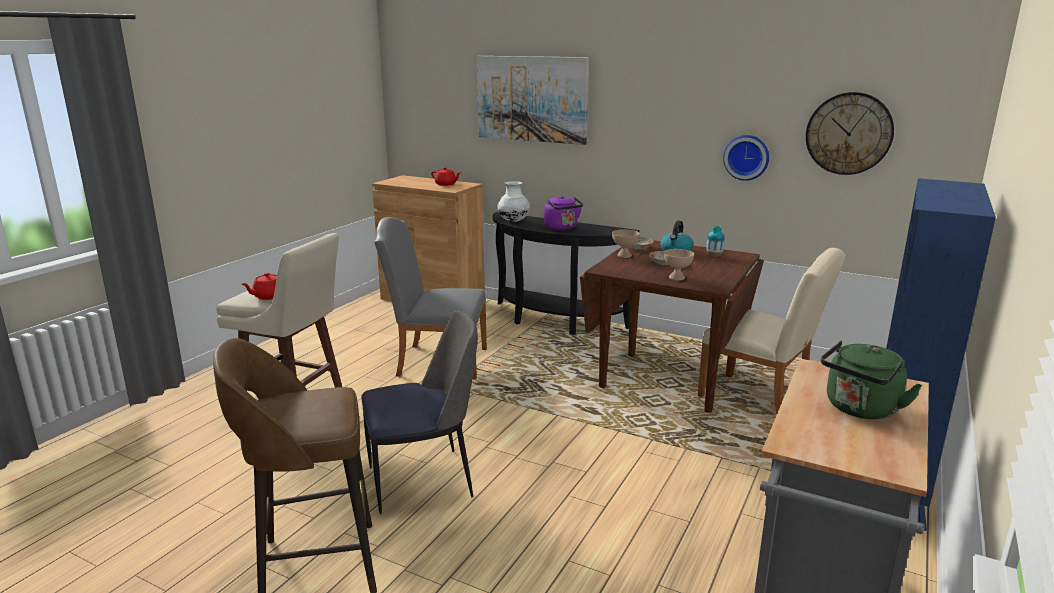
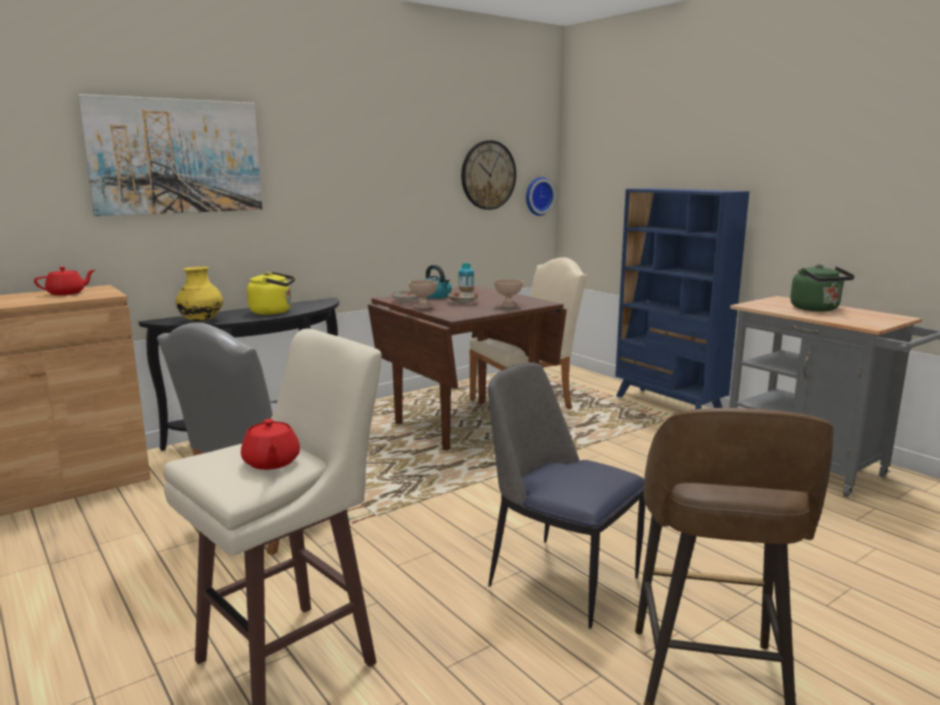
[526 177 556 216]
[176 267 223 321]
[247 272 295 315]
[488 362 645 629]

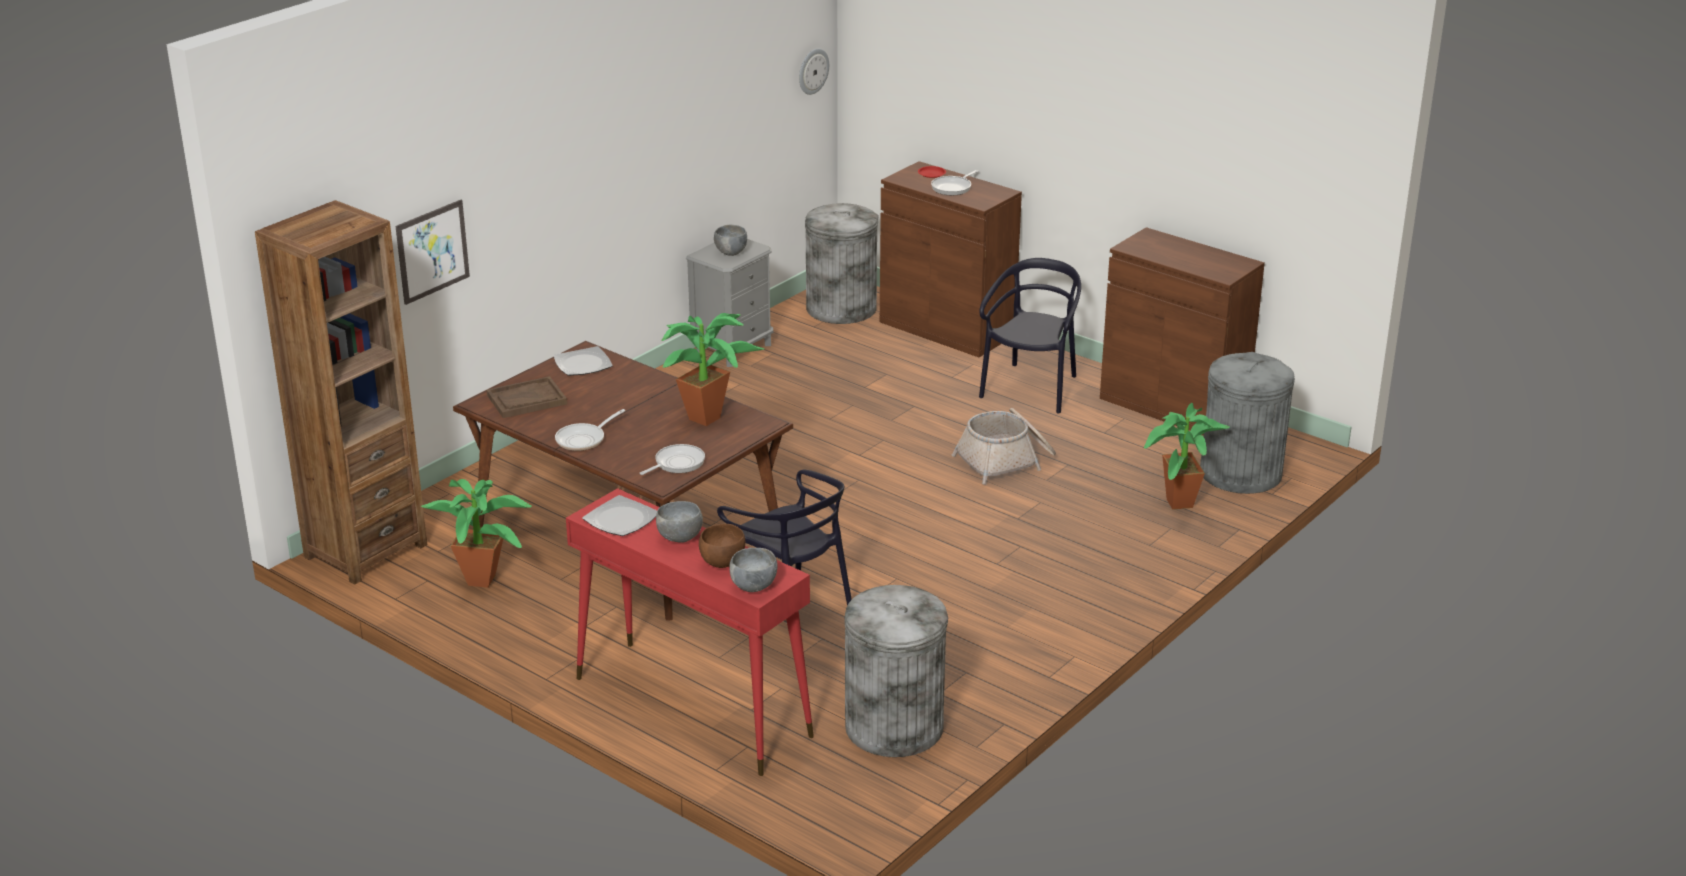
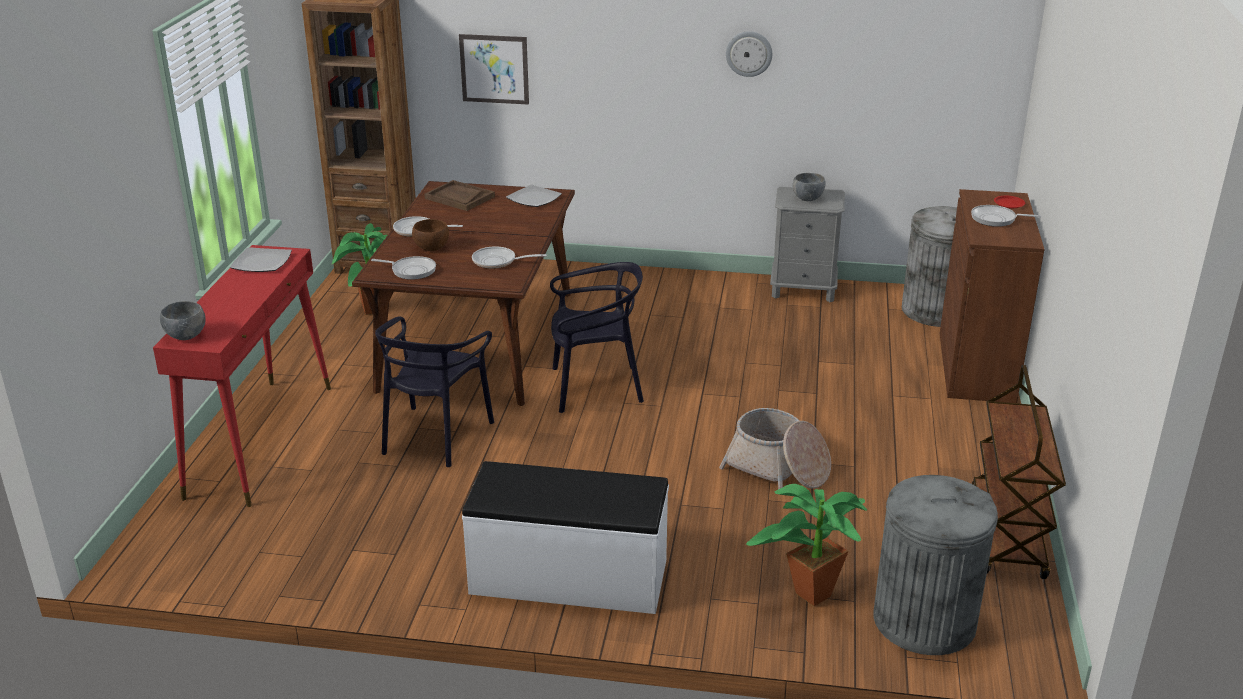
[656 501 703 543] (first image)
[844 585 949 757] (first image)
[462 461 669 614]
[412 219 449 251]
[726 31 772 77]
[550 262 644 413]
[472 246 547 269]
[972 365 1066 579]

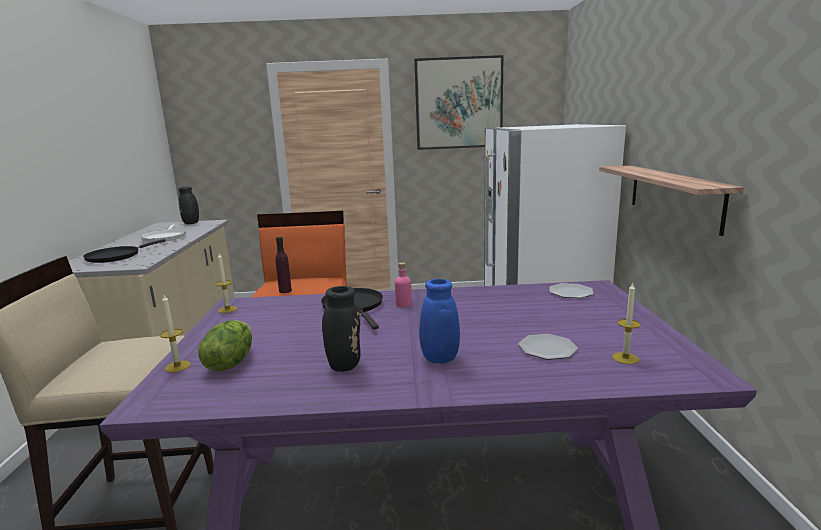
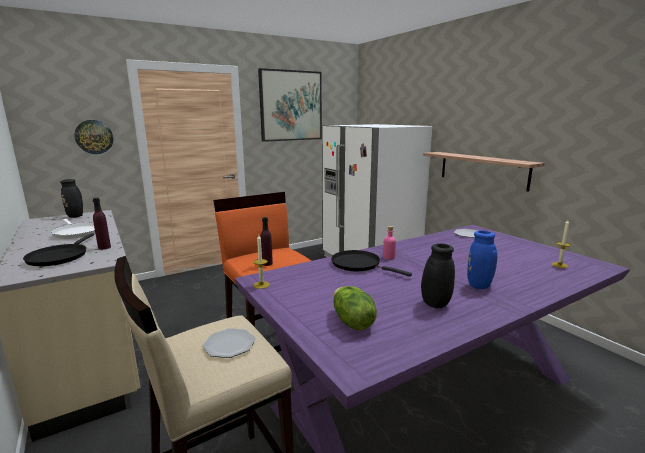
[160 295 191 373] (first image)
[74 120 113 154]
[93 198 111 250]
[203 328 256 358]

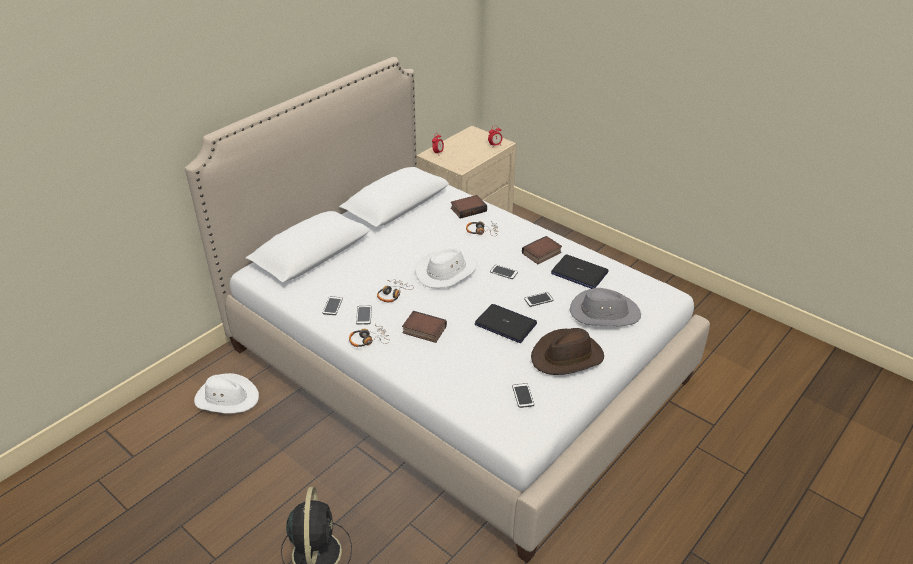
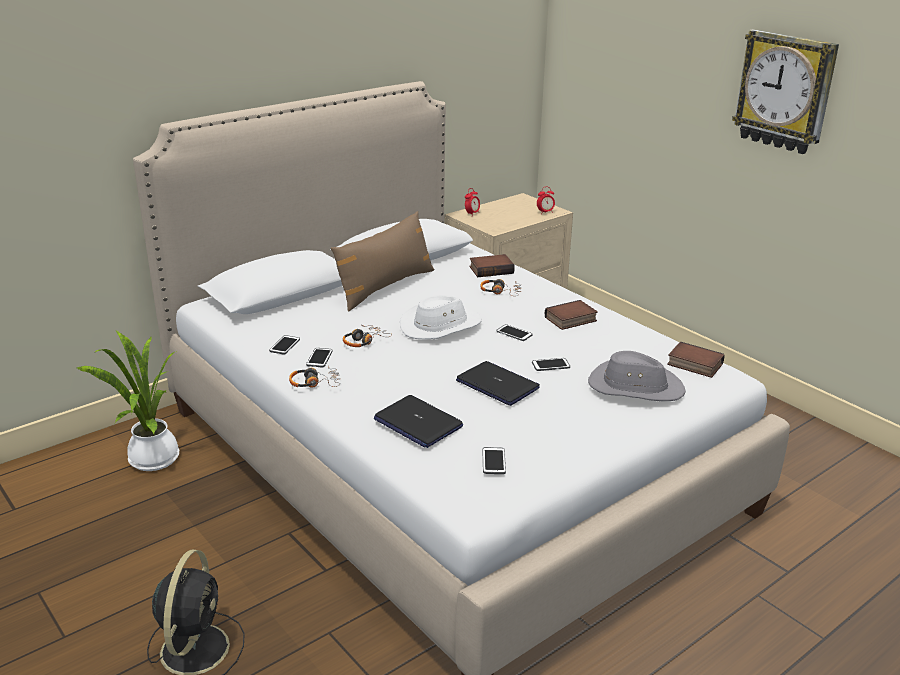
[531 328 604 375] (first image)
[331 211 435 312]
[732 29 839 154]
[667 342 724 378]
[374 395 463 448]
[77 331 179 471]

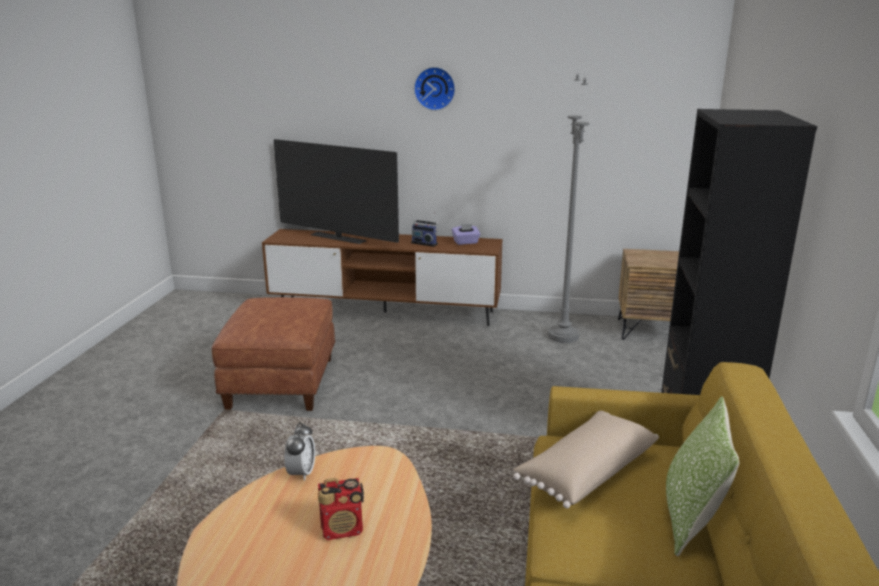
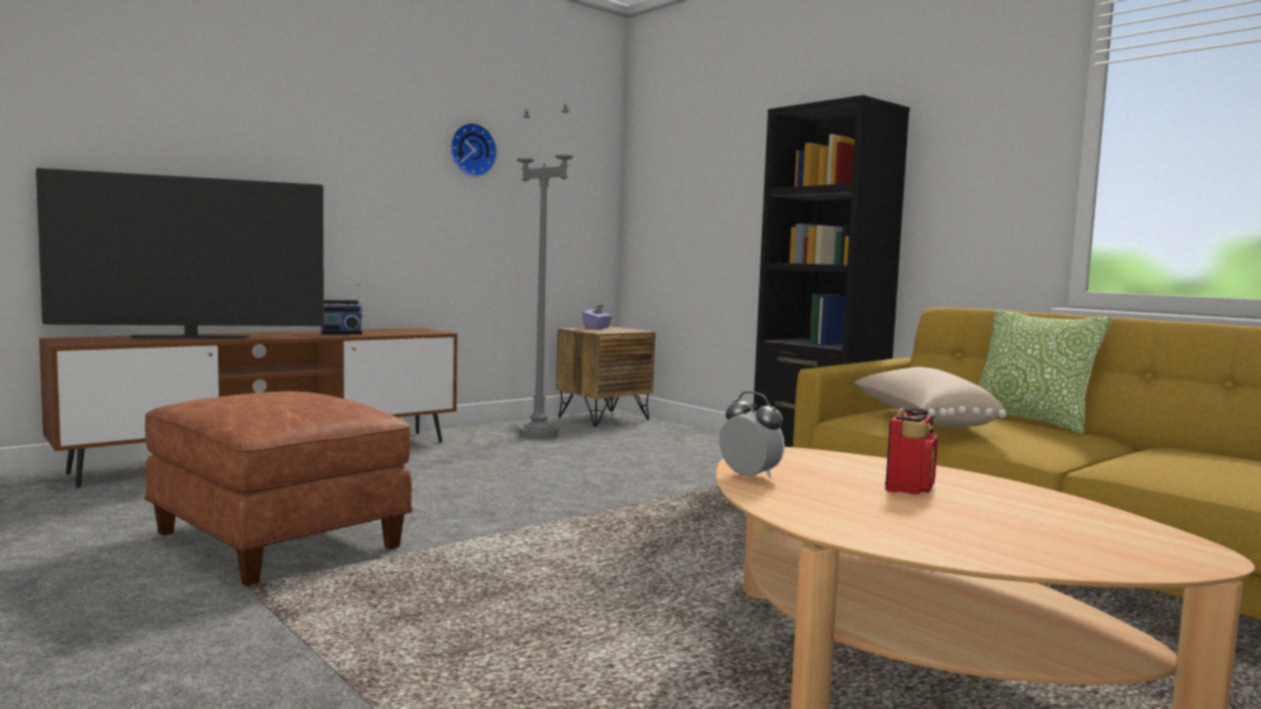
[450 123 497 177]
[582 305 612 329]

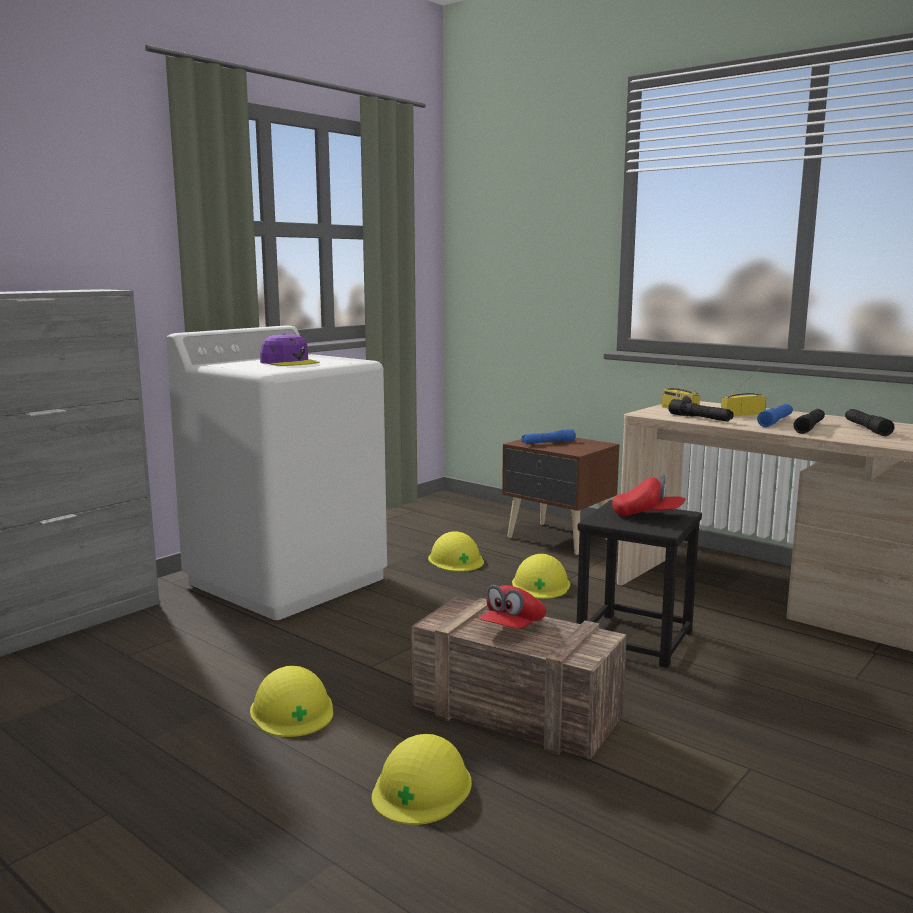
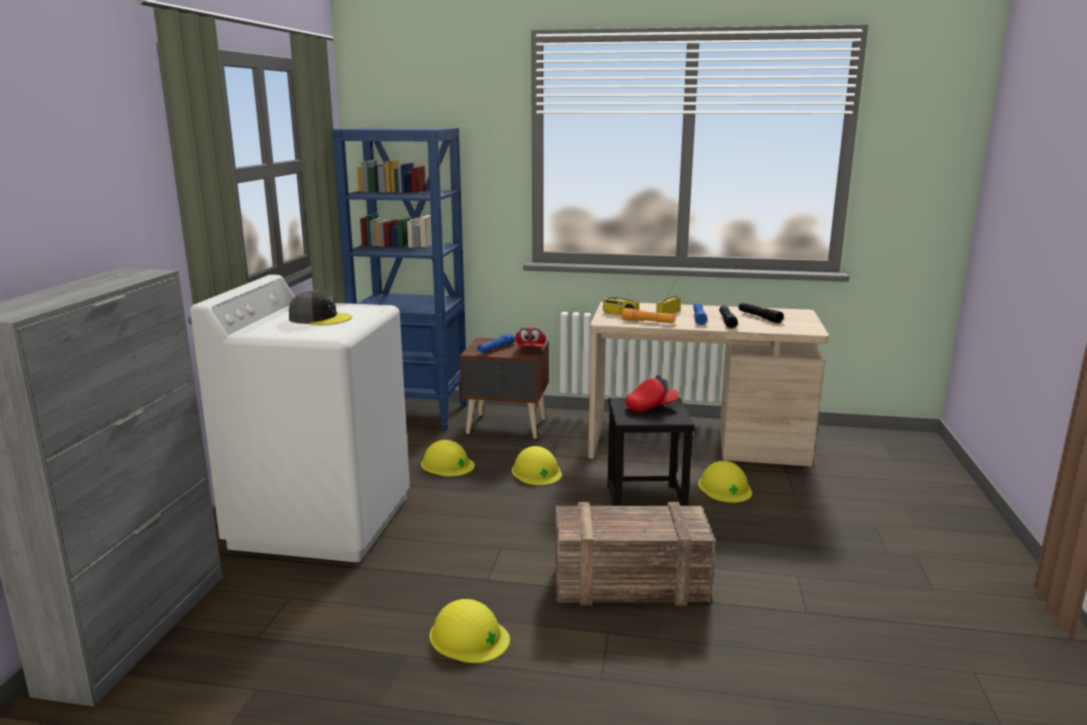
[332 128 467 431]
[698 461 752 503]
[515 328 546 347]
[289 290 352 325]
[622 308 676 323]

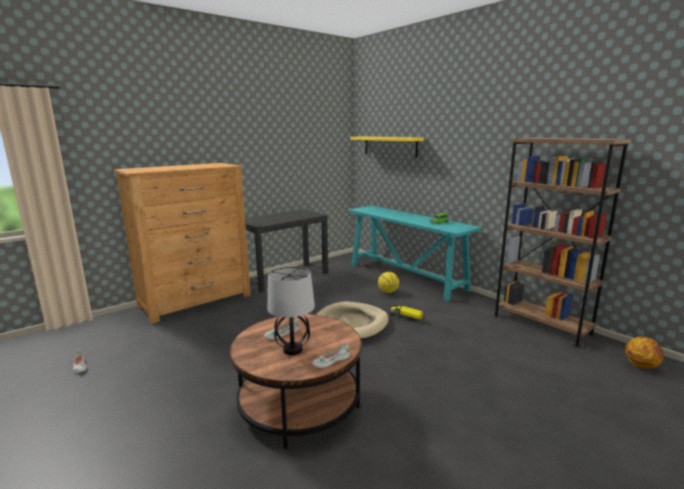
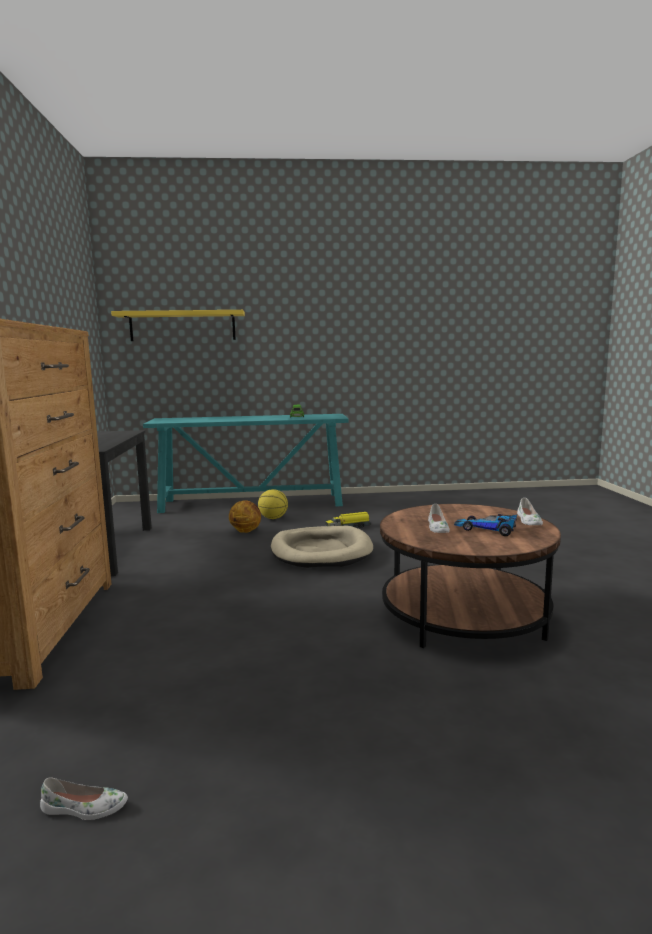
[494 138 632 348] (first image)
[229 500 261 533]
[454 514 517 536]

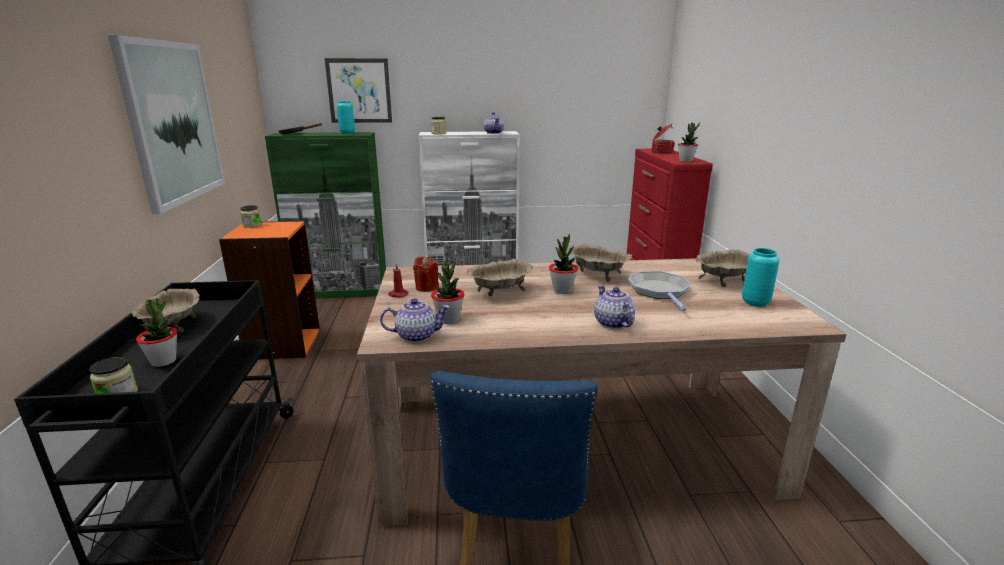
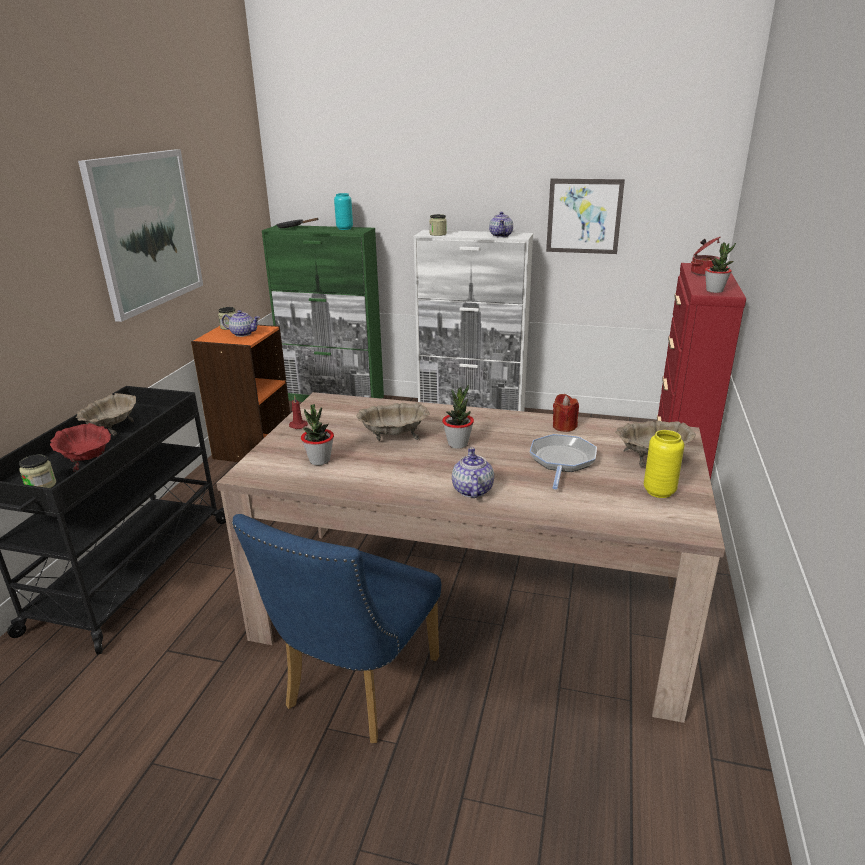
[569 244 632 282] (first image)
[546 179 625 254]
[222 310 260 337]
[553 394 579 432]
[50 423 111 472]
[644 430 684 498]

